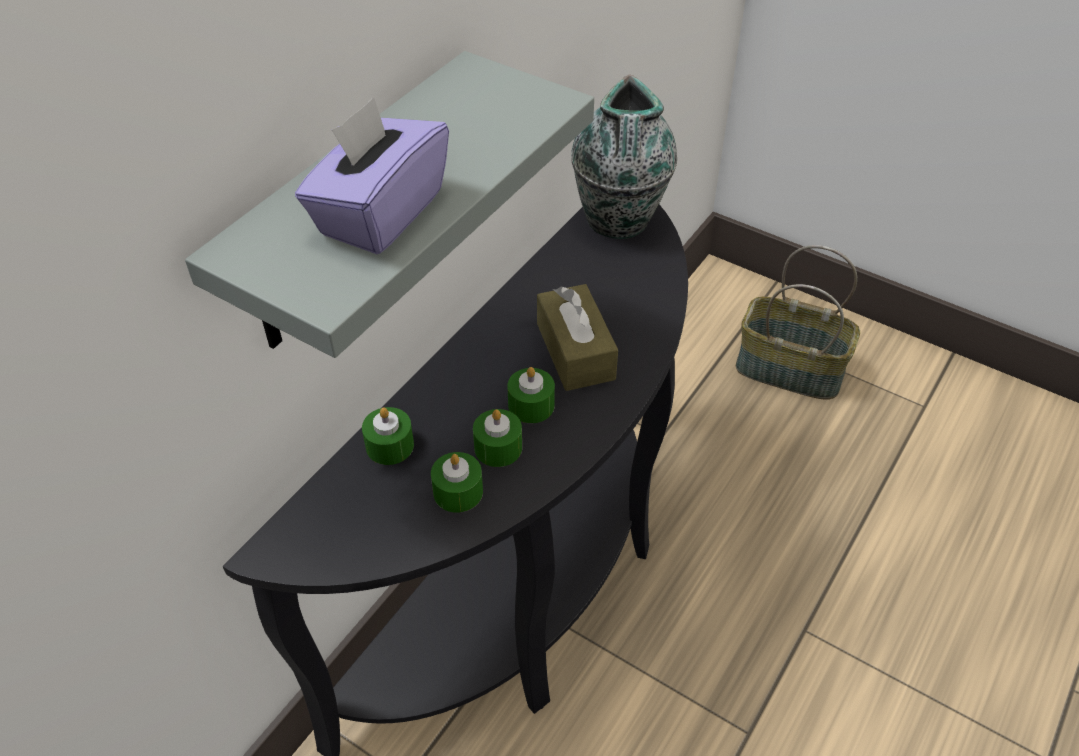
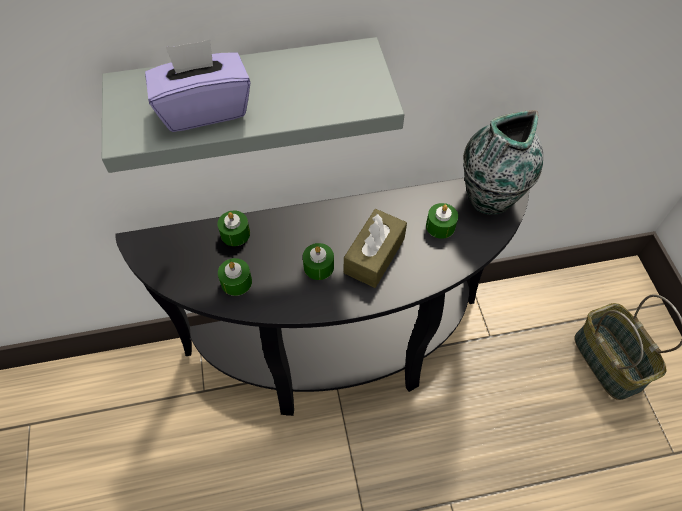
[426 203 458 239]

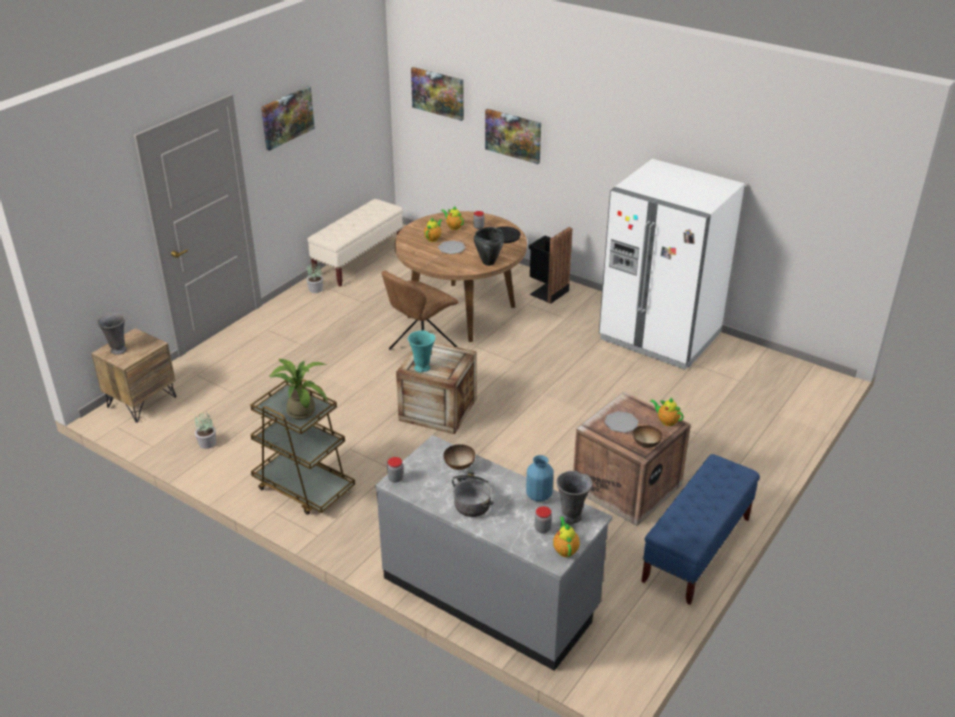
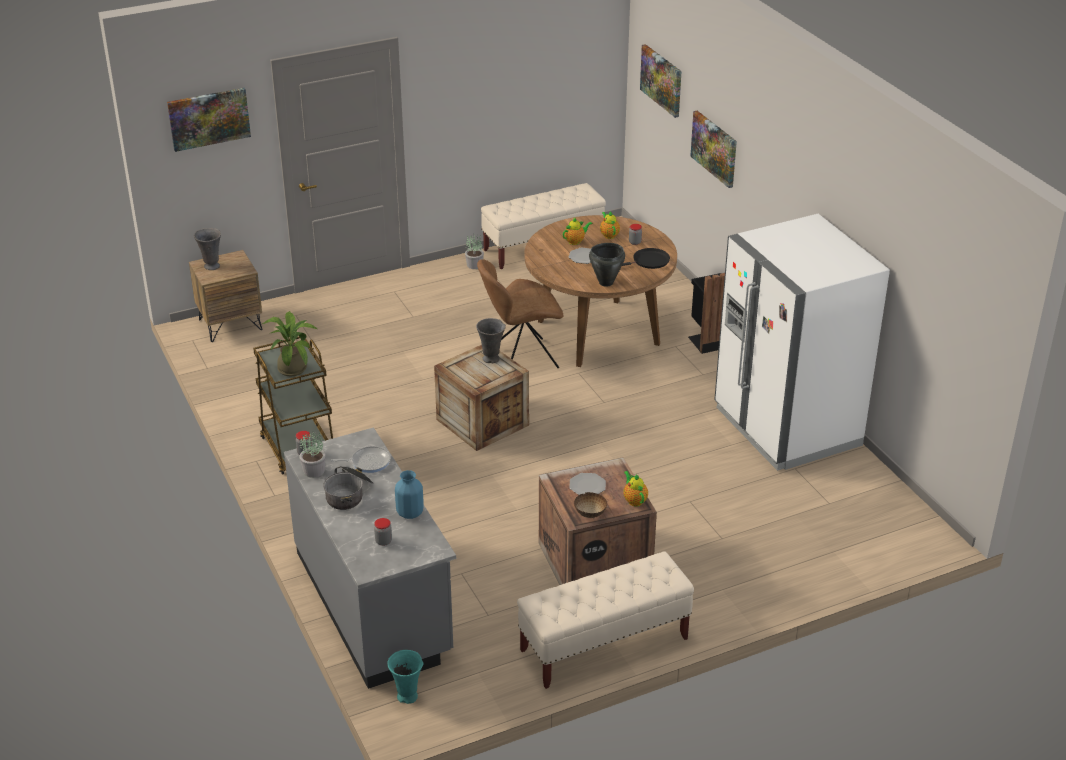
[553 516 580 557] (first image)
[299 431 326 478]
[167 88 251 152]
[388 650 423 704]
[476 318 506 363]
[331 446 390 473]
[517 551 694 689]

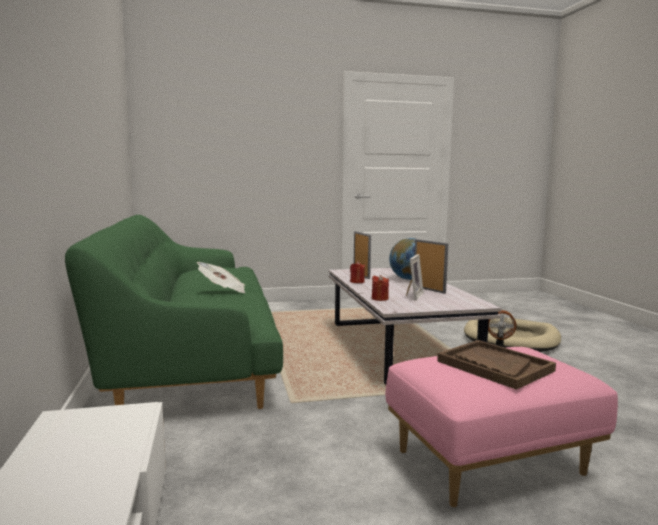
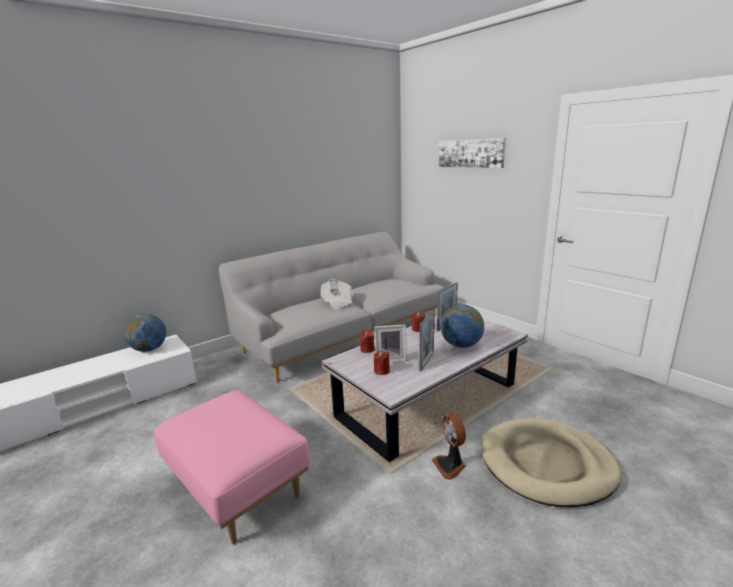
[437 340 556 390] (first image)
[124 314 167 352]
[374 350 390 375]
[439 138 506 168]
[219 232 445 383]

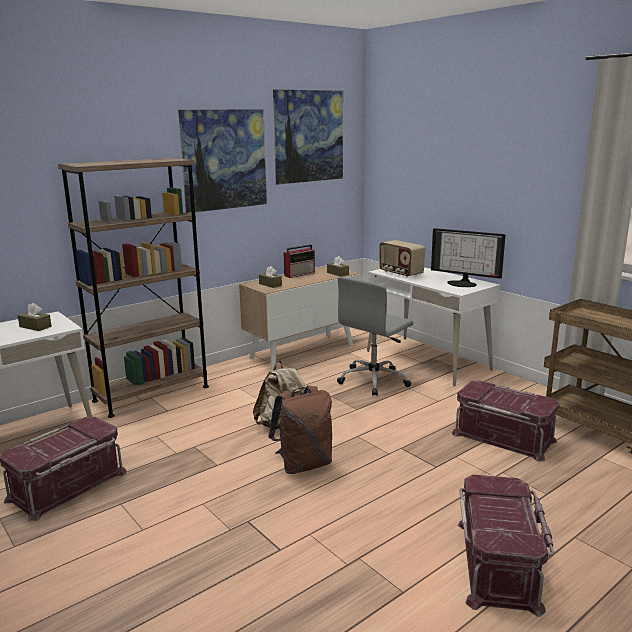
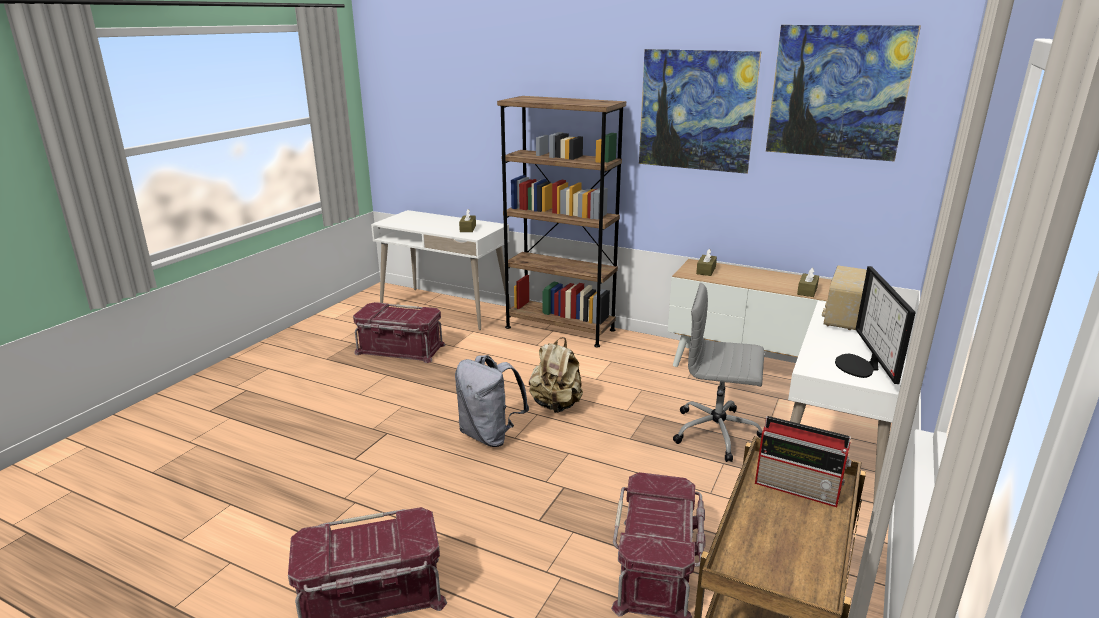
[755 416 852 507]
[455 355 529 447]

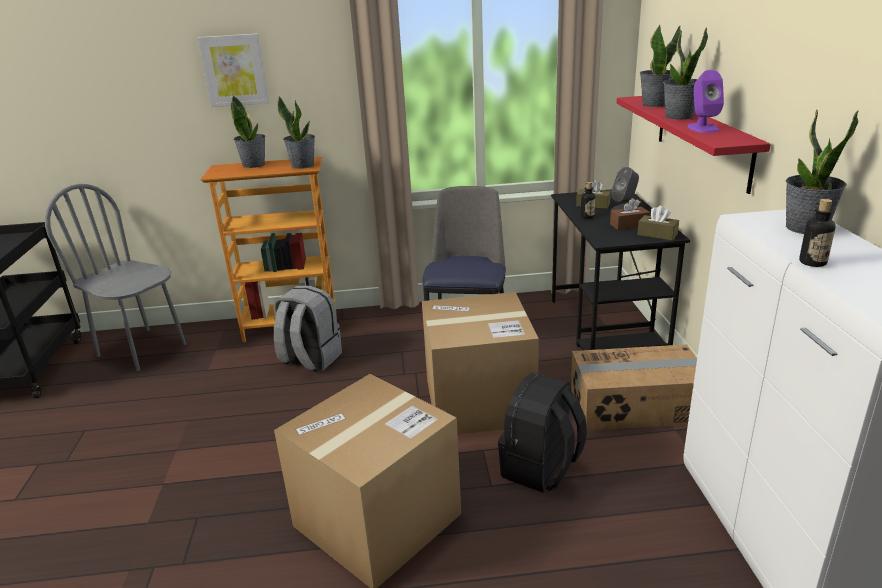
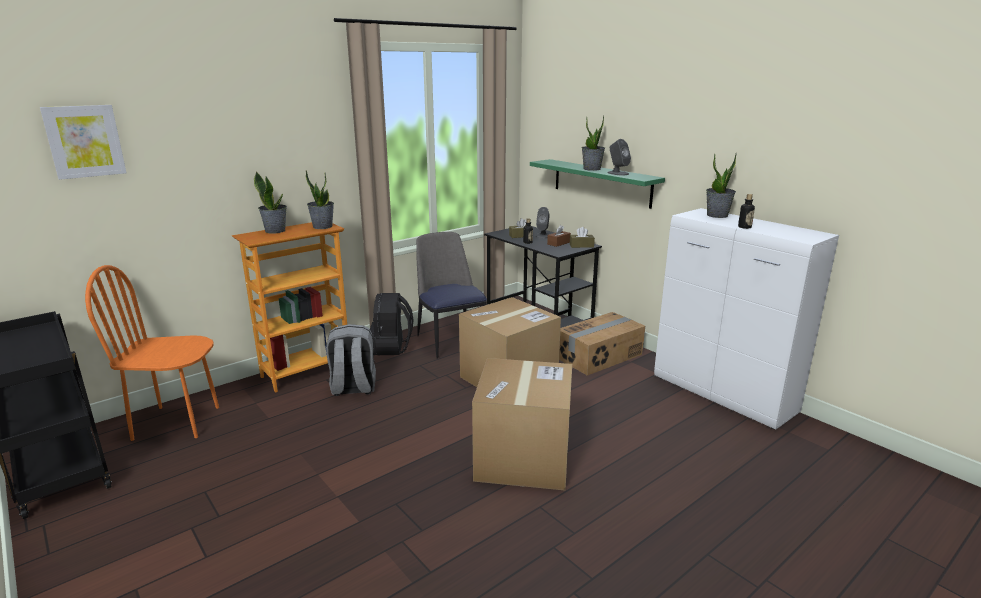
[640 24 681 107] (first image)
[40 105 127 180]
[370 293 414 355]
[85 265 219 441]
[530 159 665 209]
[608 139 631 176]

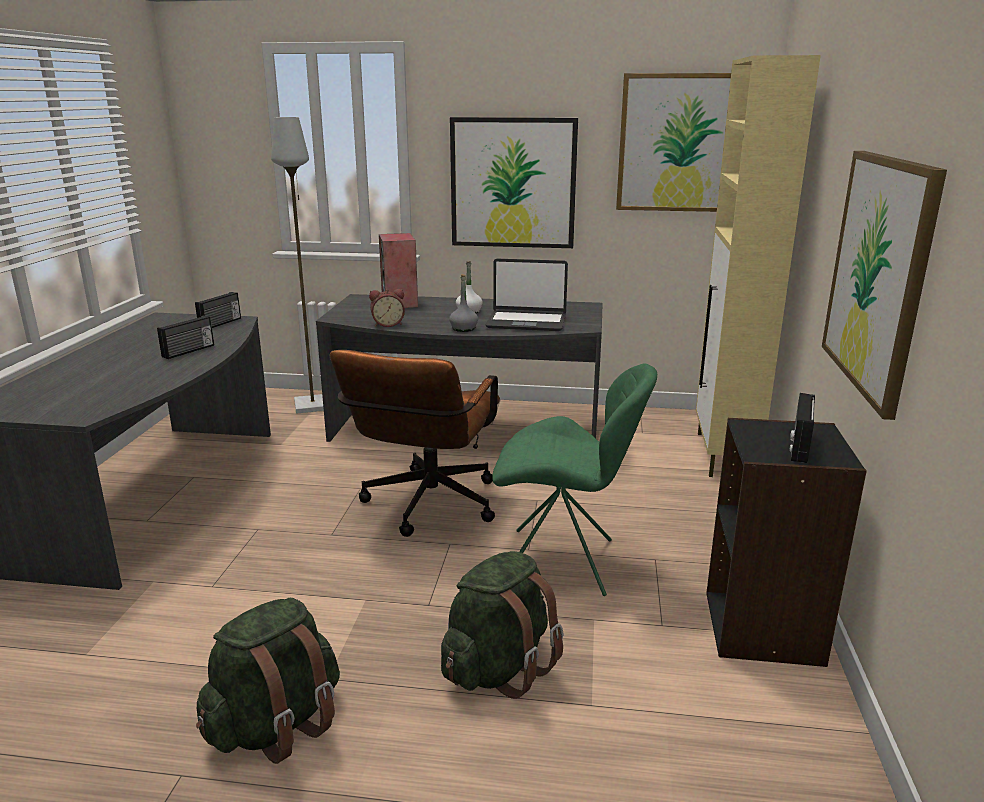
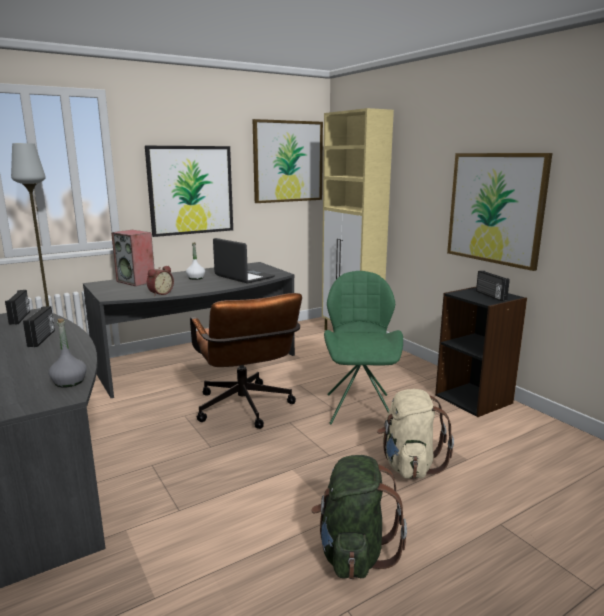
[49 319 87 388]
[377 389 454 479]
[213 238 275 284]
[324 271 403 424]

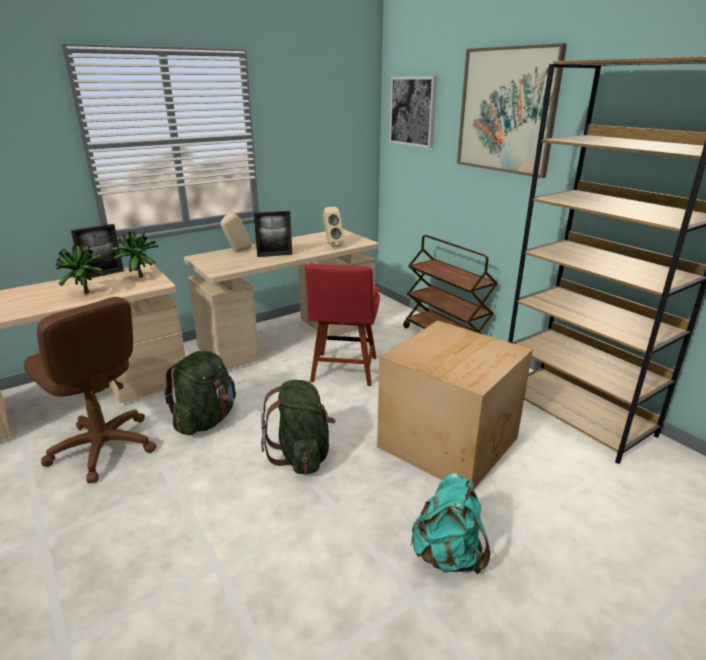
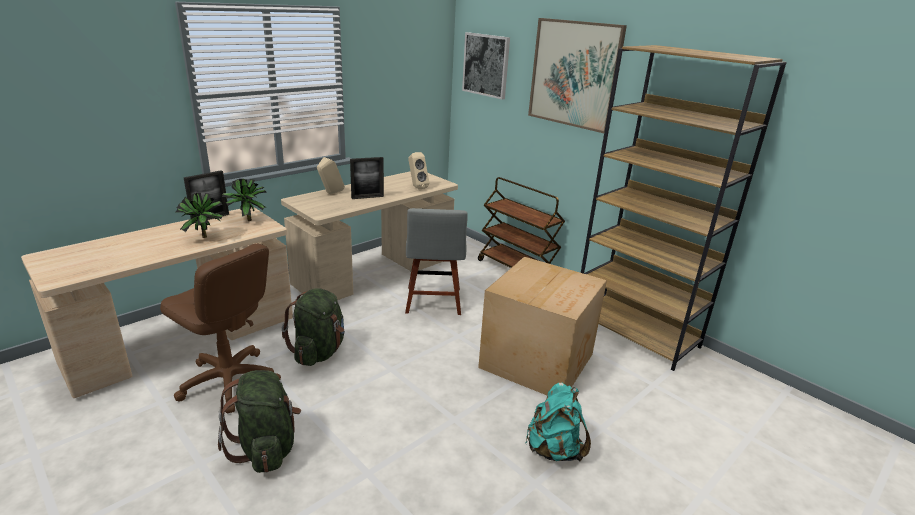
[218 370 301 473]
[405 208 468 315]

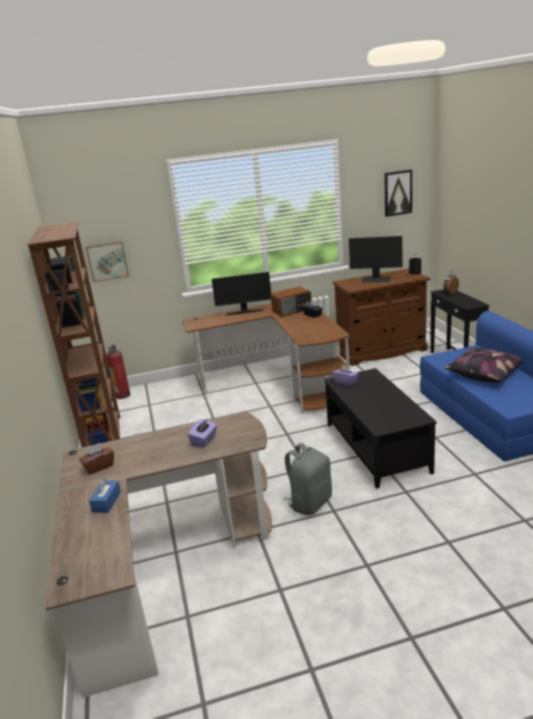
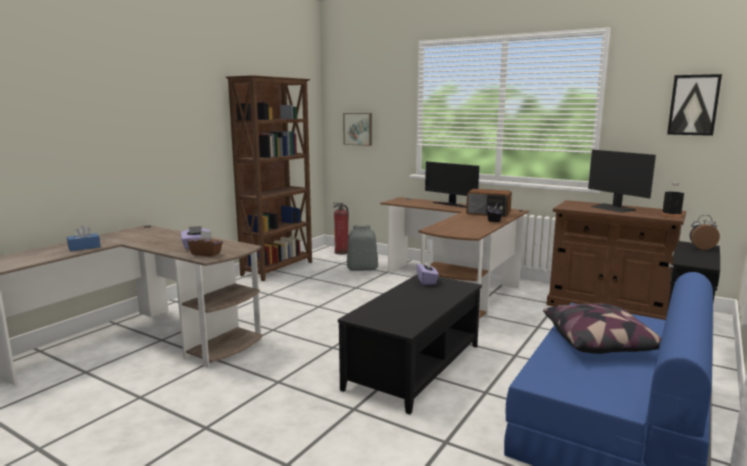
[187 231 223 256]
[347 225 378 271]

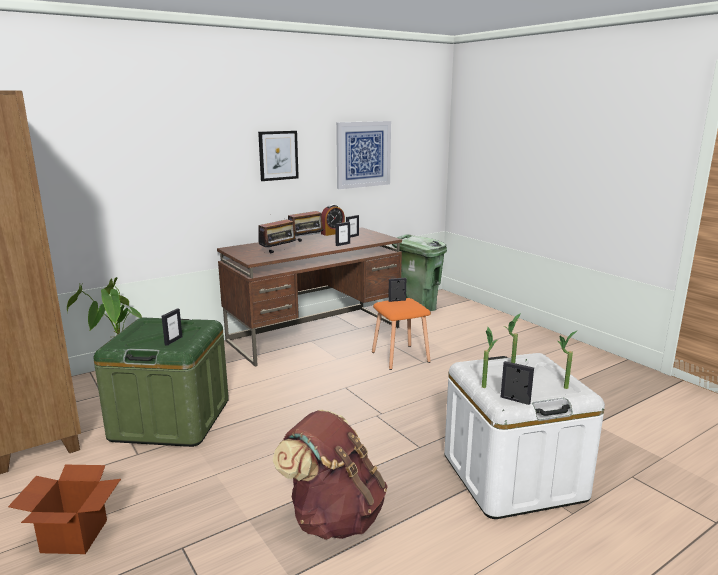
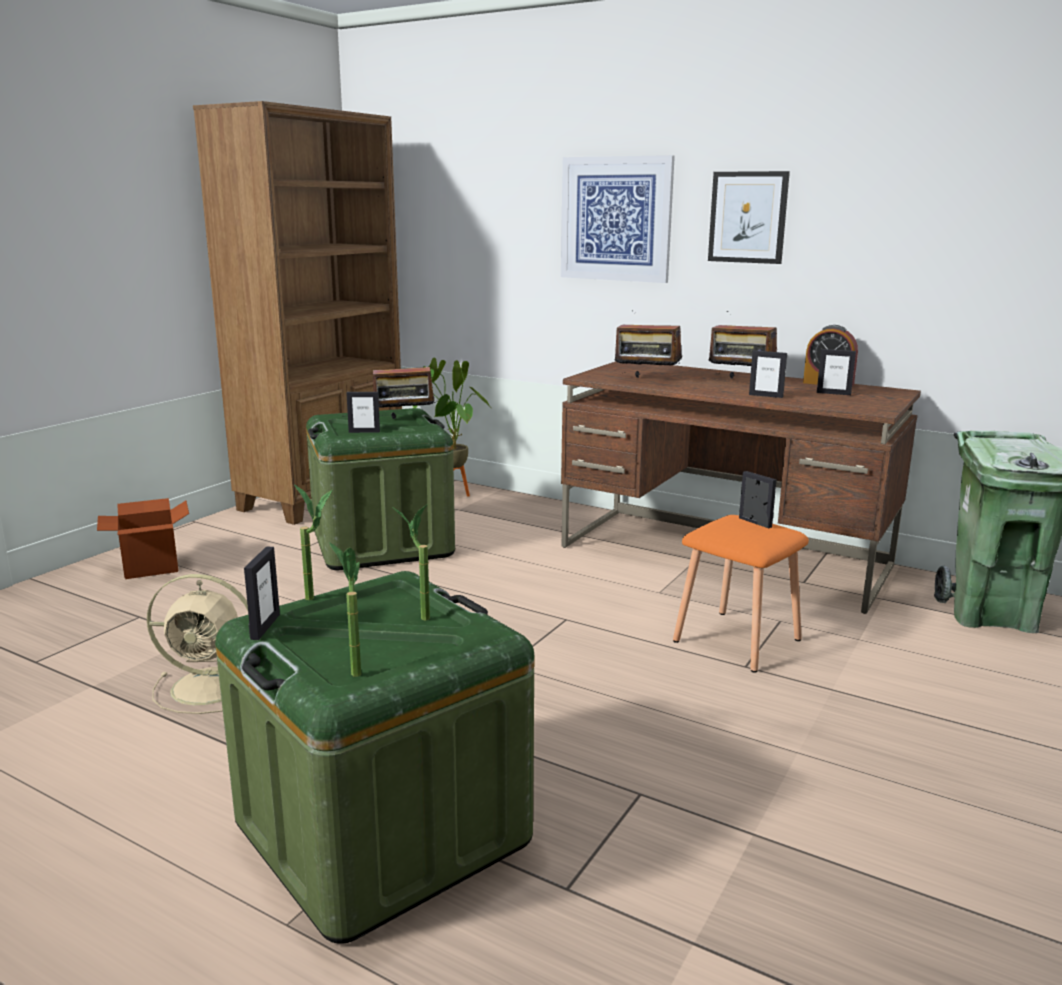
[373 357 437 419]
[561 155 675 283]
[147 574 248 714]
[215 571 534 944]

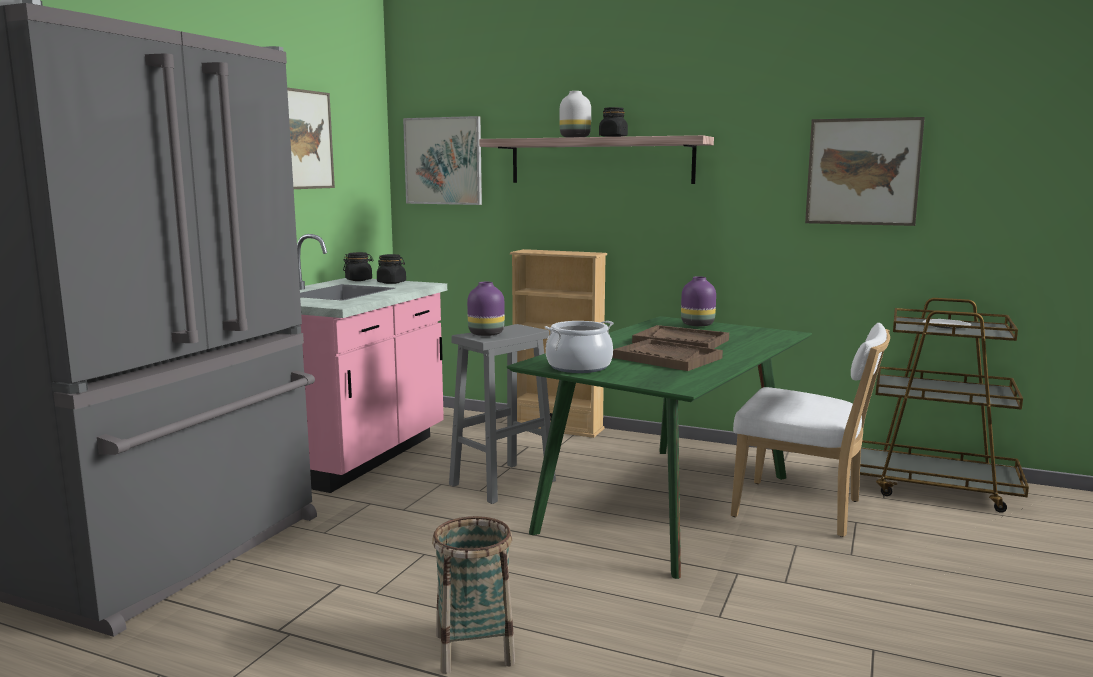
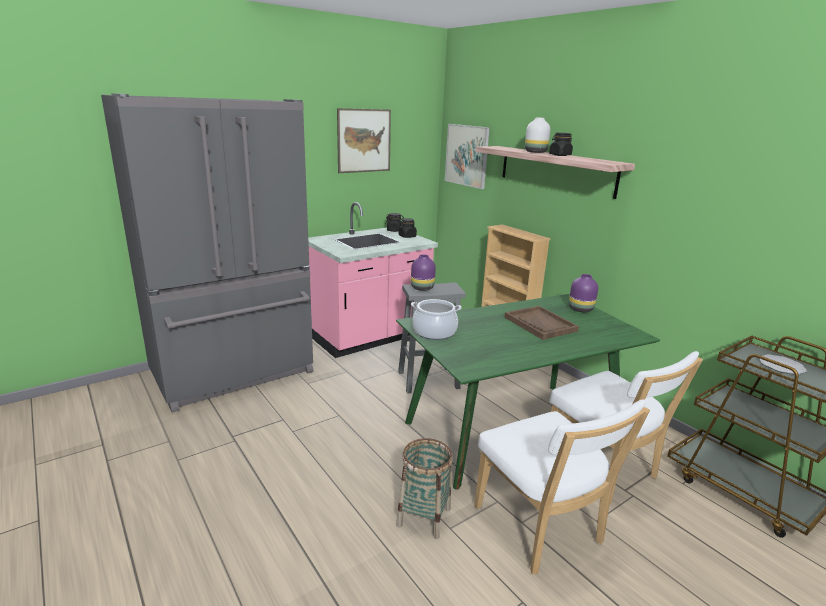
[613 339 723 371] (first image)
[805 117 925 226] (first image)
[474 399 650 574]
[396 438 453 539]

